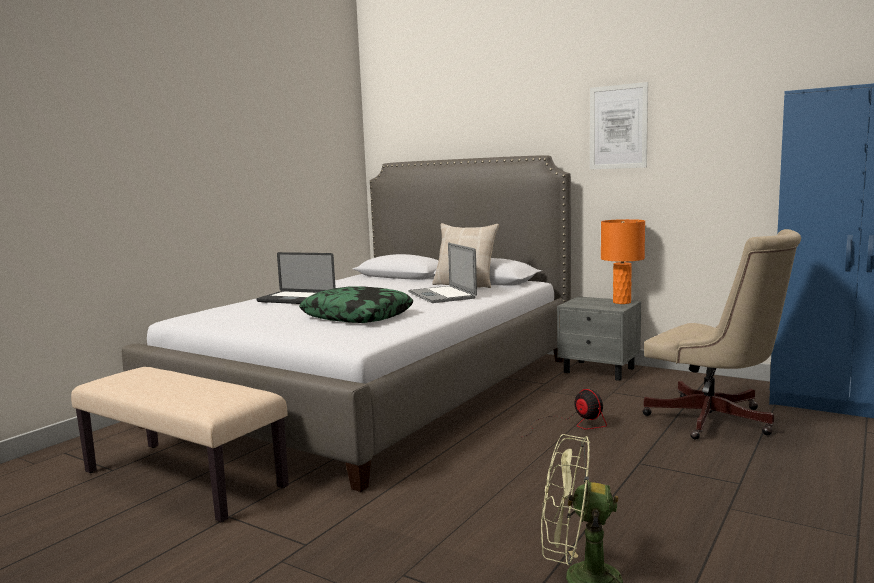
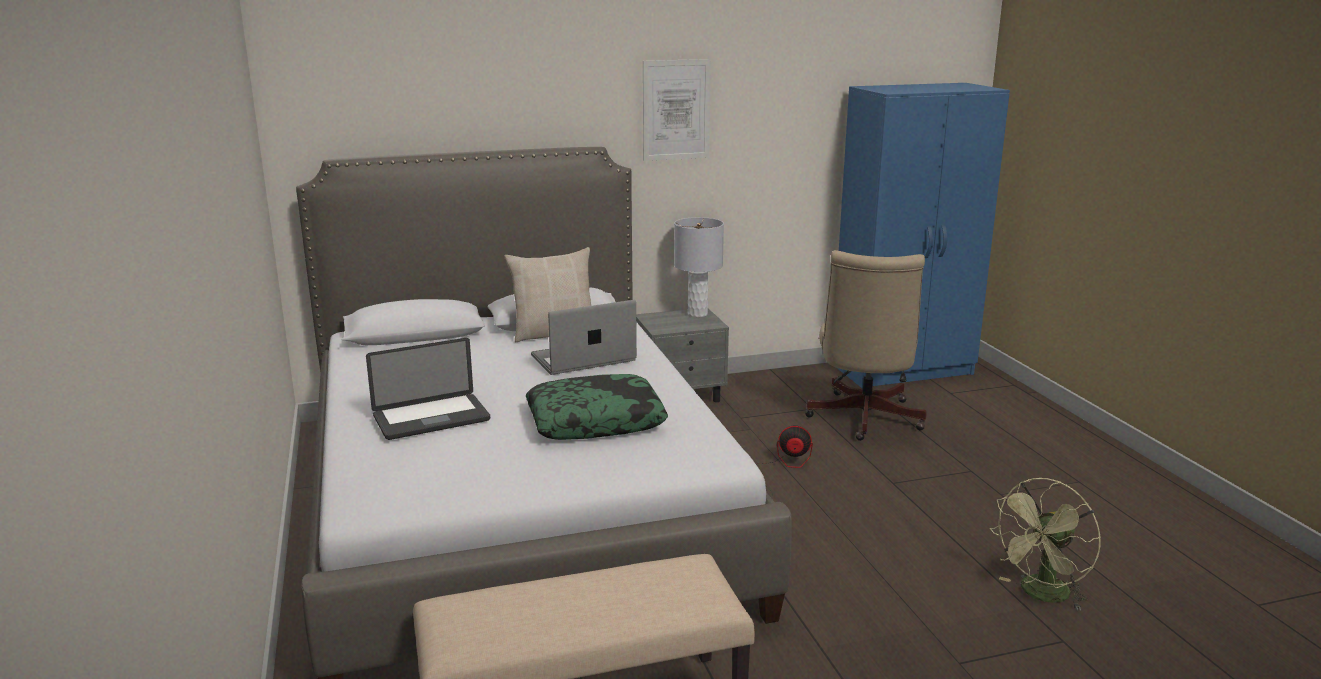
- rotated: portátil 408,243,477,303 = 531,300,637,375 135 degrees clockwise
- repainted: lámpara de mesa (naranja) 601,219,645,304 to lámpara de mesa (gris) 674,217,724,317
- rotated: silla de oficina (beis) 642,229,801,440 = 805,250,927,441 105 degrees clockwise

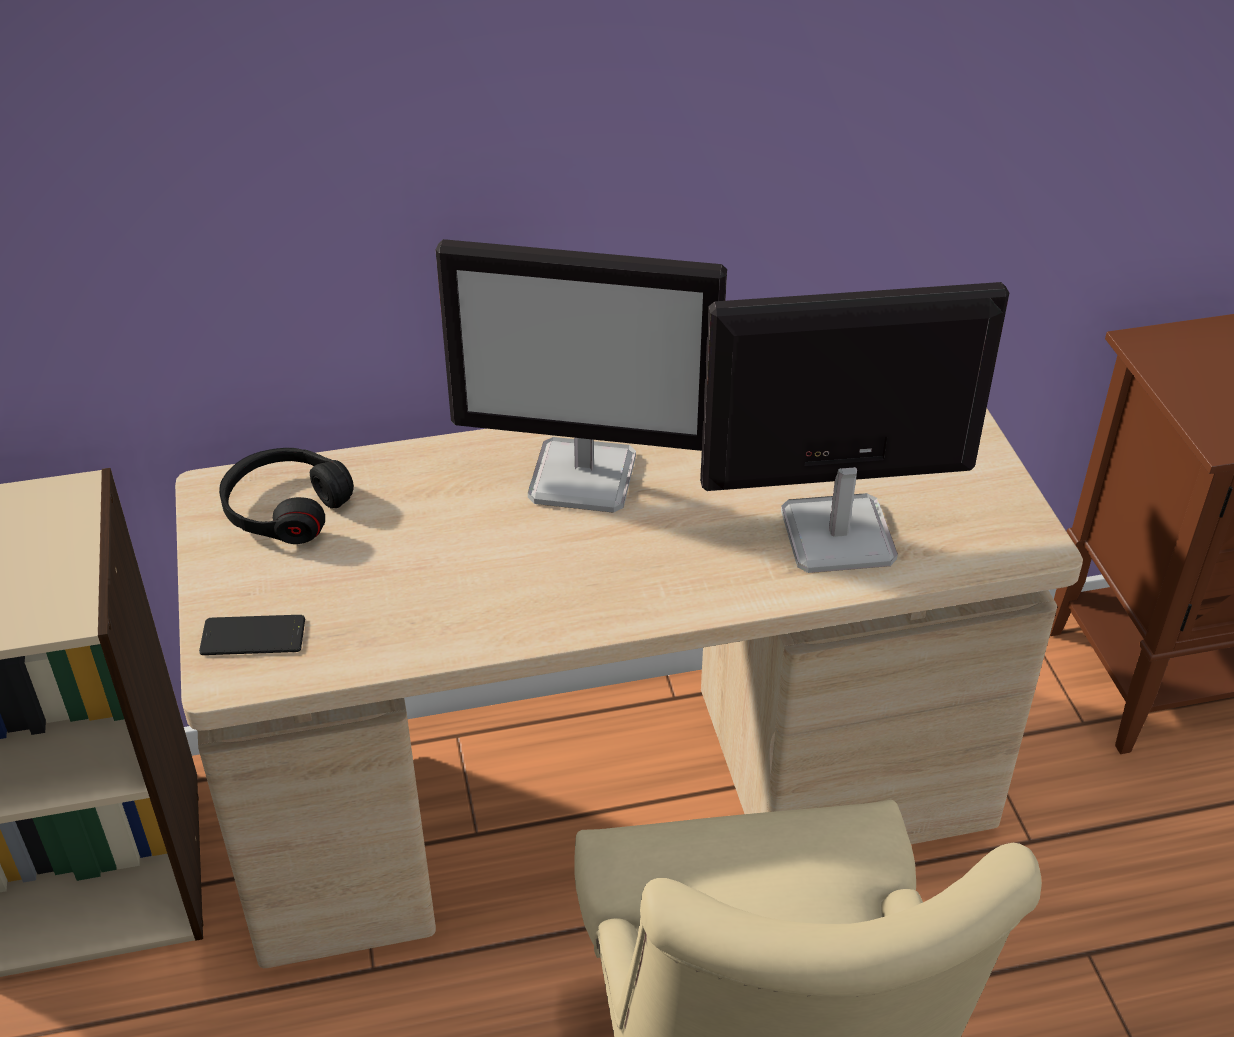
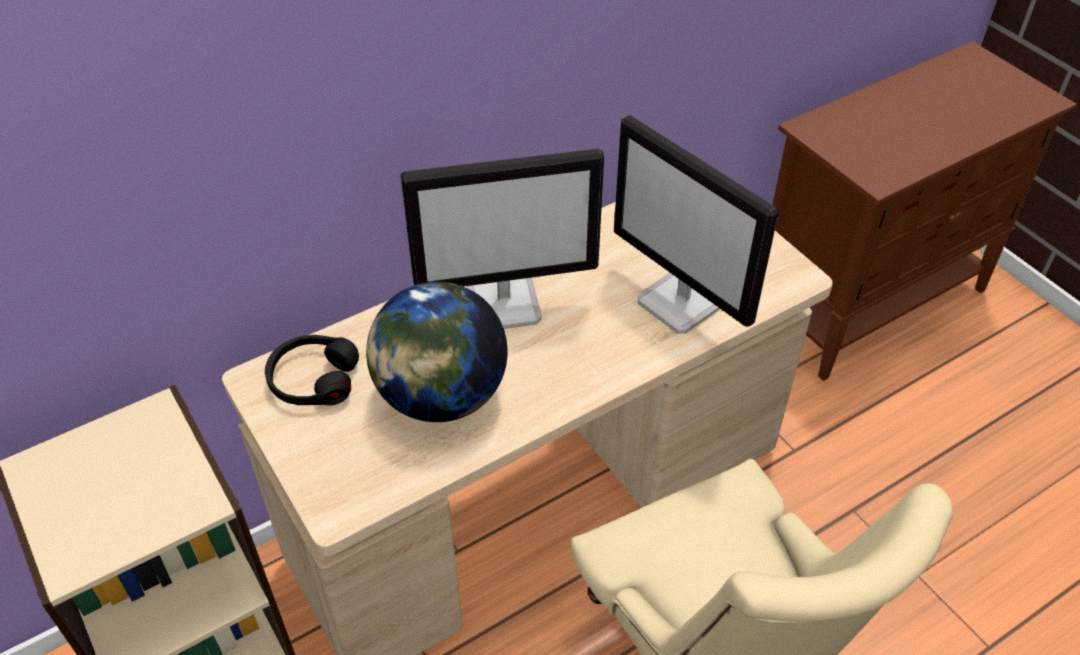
- new: globo terráqueo 366,282,508,422
- rotated: monitor 700,282,1009,573 = 614,115,779,334 105 degrees counterclockwise
- gone: móvil 199,615,305,655

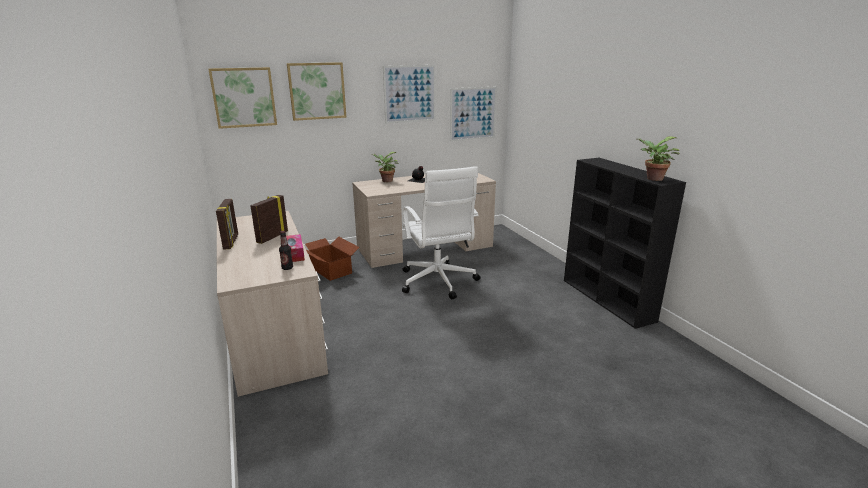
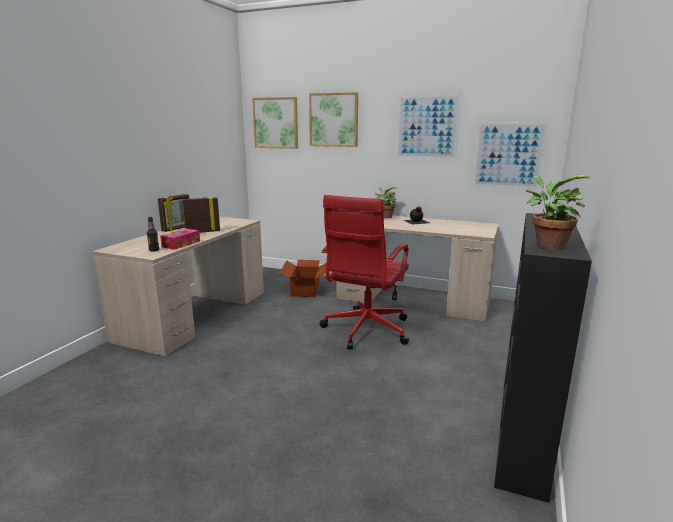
- repainted: silla de oficina (blanco) 402,166,480,299 to silla de oficina (rojo) 320,195,409,349

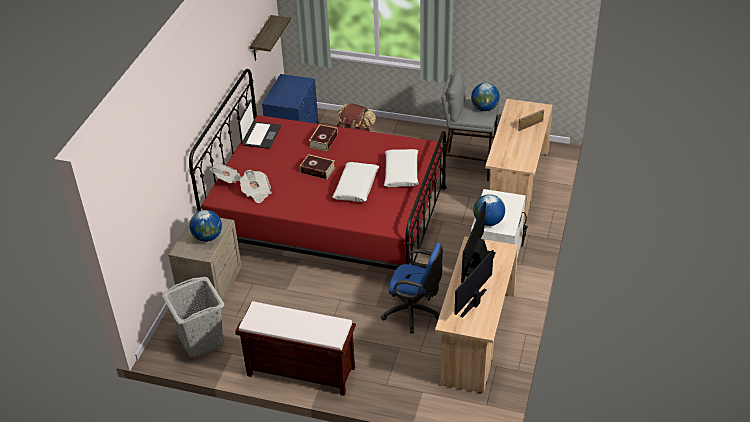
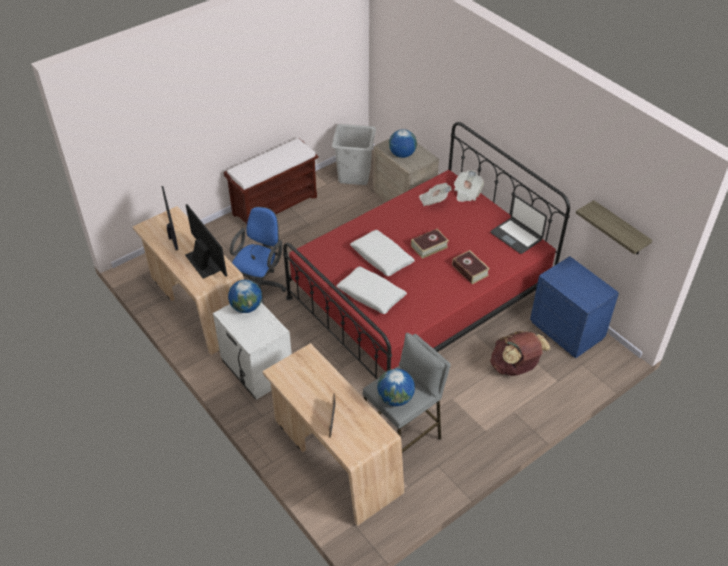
- rotated: silla de oficina (azul) 381,243,443,334 = 230,207,287,304 150 degrees clockwise

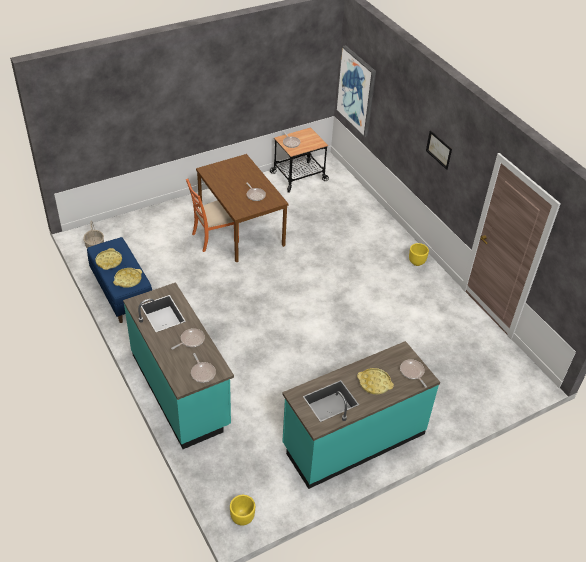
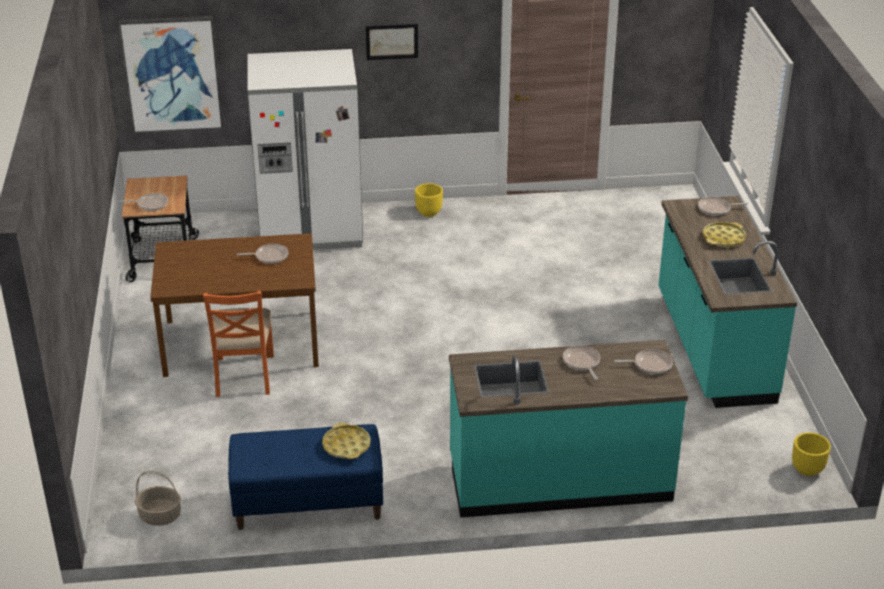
- new: nevera (blanco) 248,49,363,250
- gone: bandeja (amarillo) 95,248,122,270

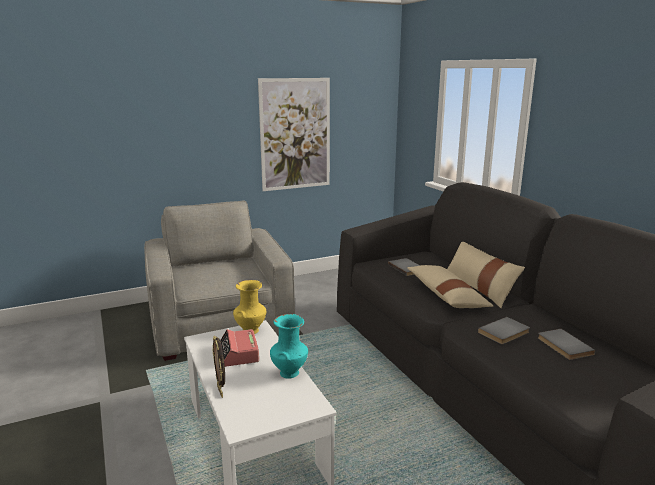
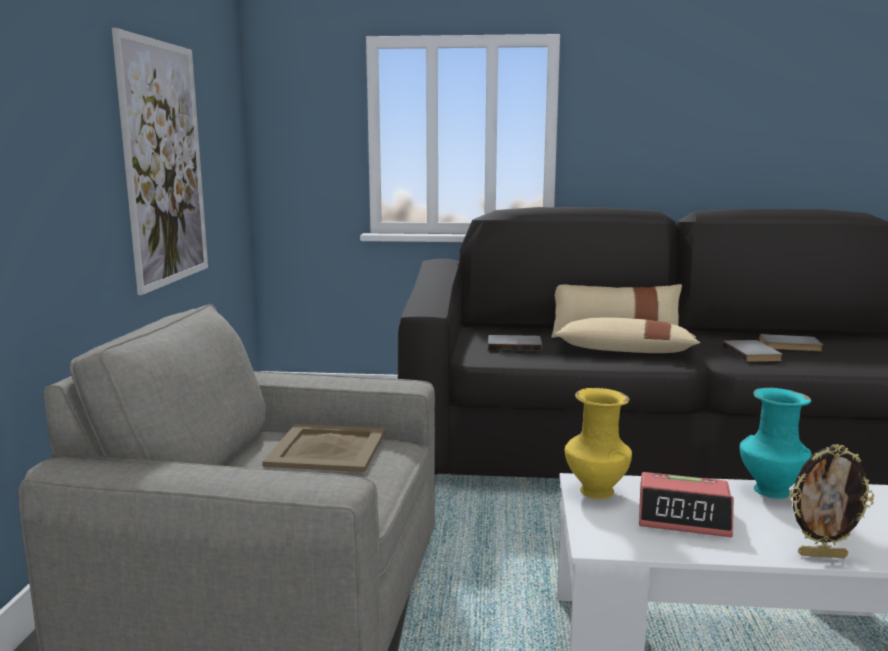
- new: bandeja (beis) 262,424,386,472

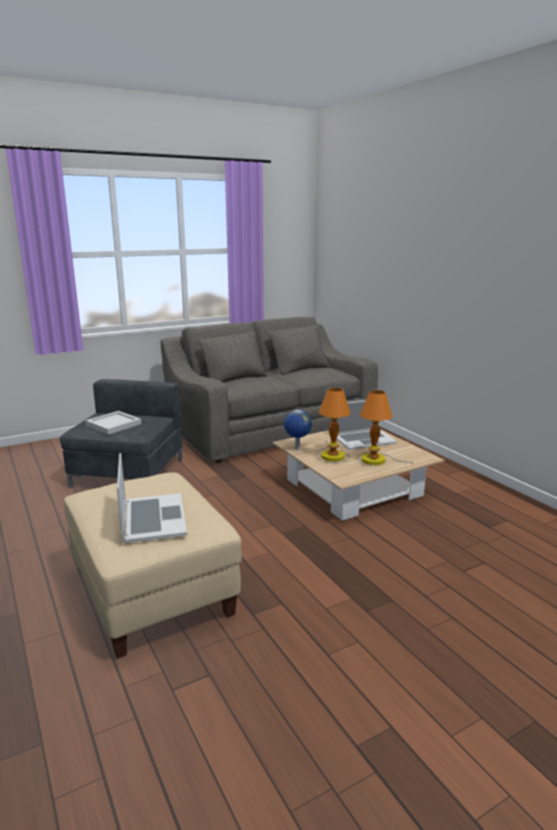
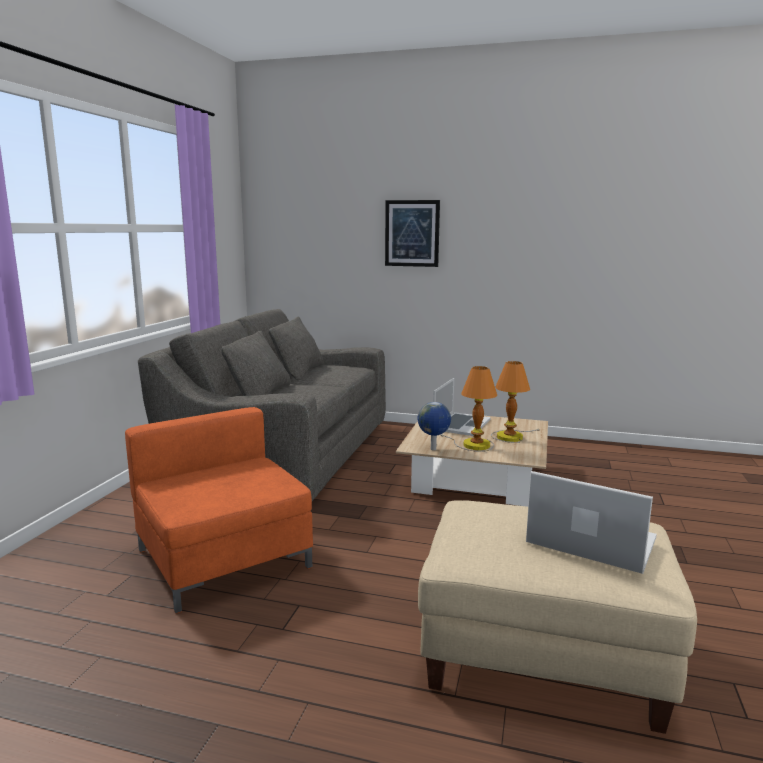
- repainted: sillón (gris) 60,379,182,488 to sillón (naranja) 125,407,313,614
- new: cuadro 385,200,440,267
- gone: bandeja (blanco) 85,411,141,435

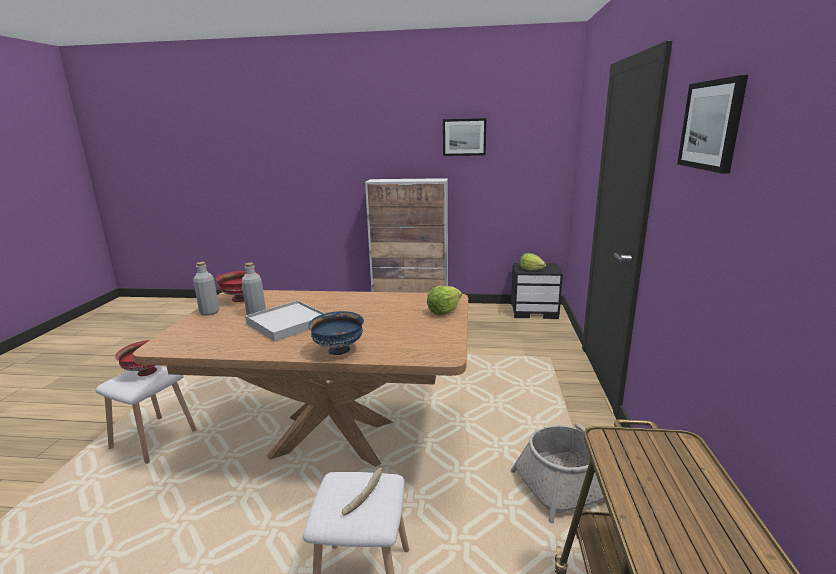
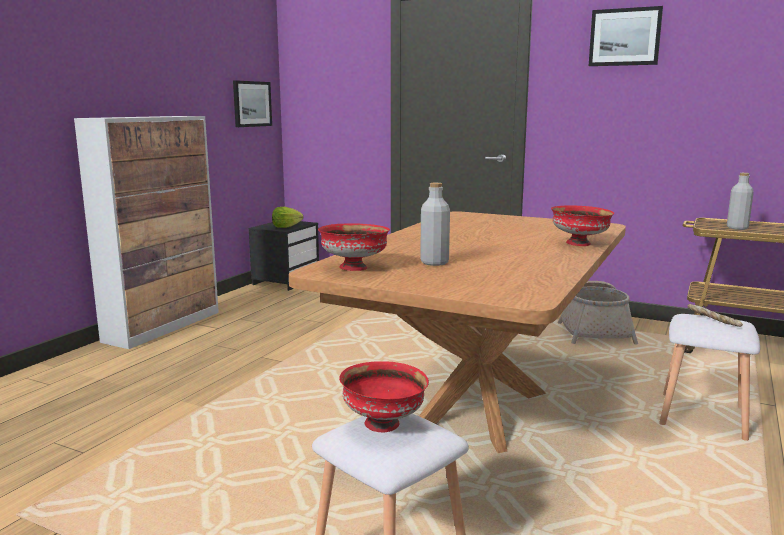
- shifted: cuadro 443,118,487,156 to 233,80,272,127
- repainted: cuenco (azul) 308,311,364,355 to cuenco (rojo) 551,206,614,246
- shifted: botella (gris) 193,262,219,316 to 727,173,754,230
- gone: bandeja (blanco) 245,300,325,342
- gone: lechuga 427,286,462,315

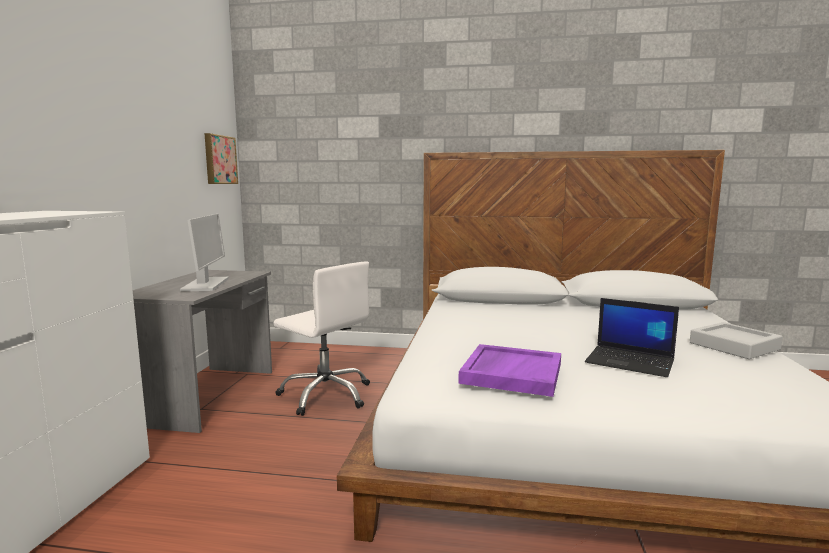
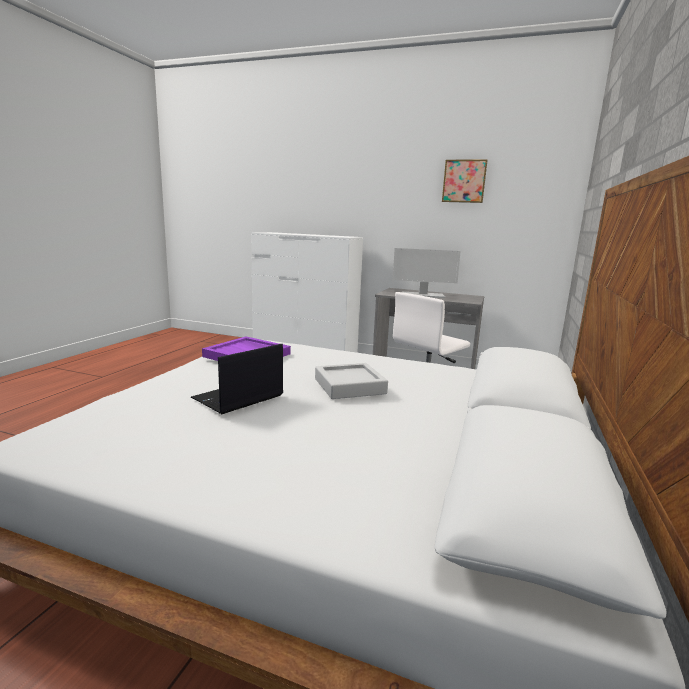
- shifted: bandeja (gris) 690,322,783,359 to 315,363,388,399
- shifted: cuadro 204,133,238,184 to 442,159,488,203

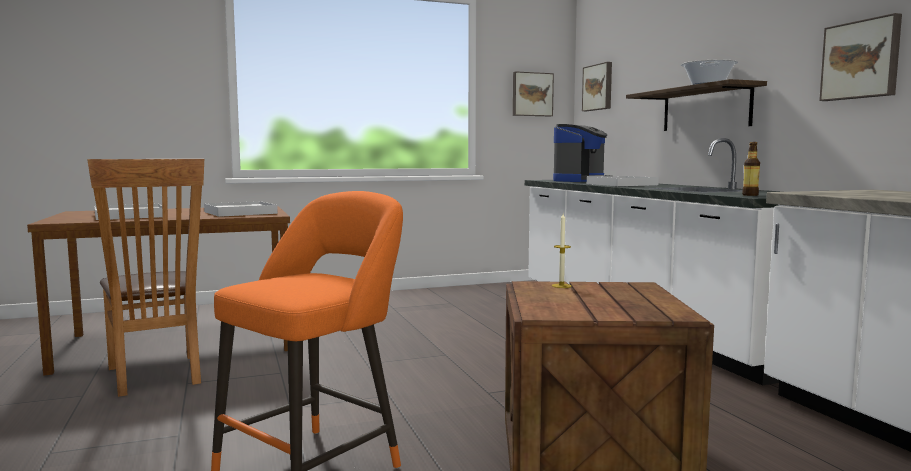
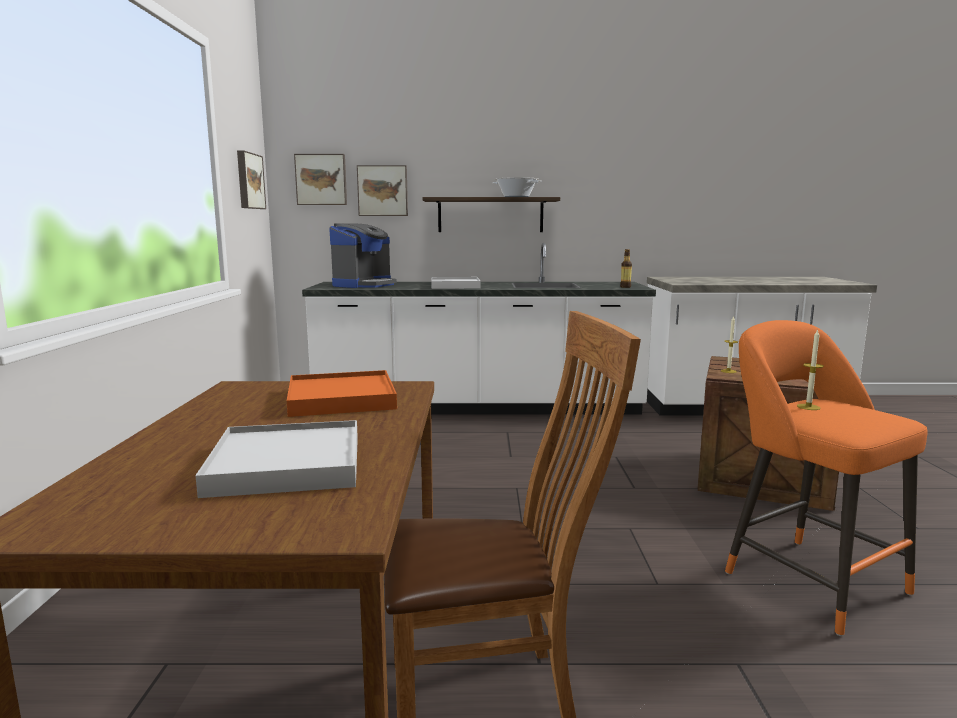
- repainted: bandeja (blanco) 204,201,278,217 to bandeja (naranja) 287,370,397,417
- rotated: cafetera 553,124,612,182 = 329,224,396,288 60 degrees clockwise
- shifted: cuadro 819,13,902,101 to 357,165,408,216
- new: vela 797,329,824,410

